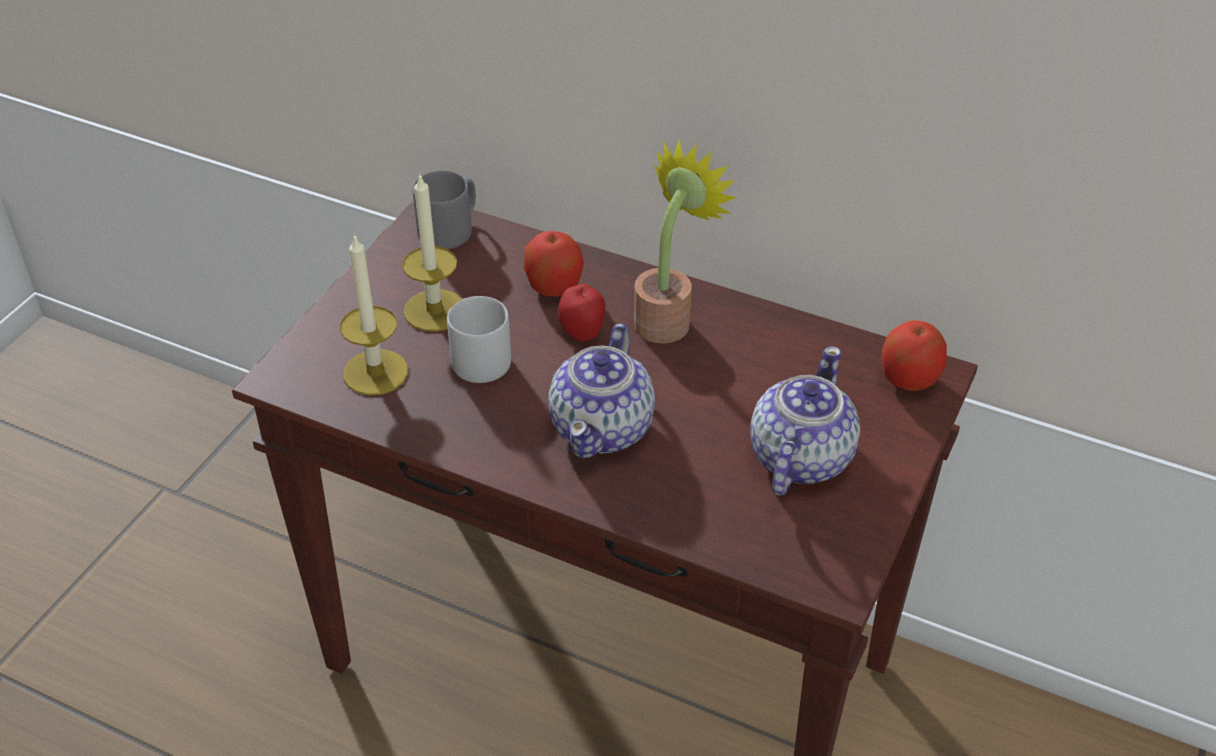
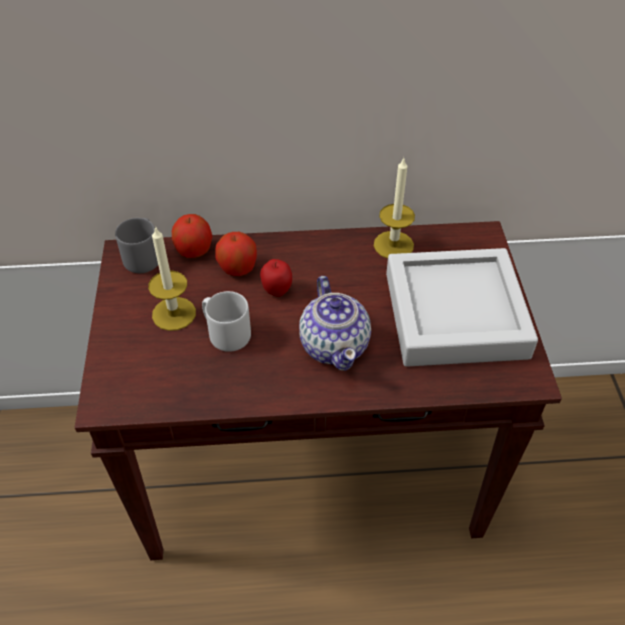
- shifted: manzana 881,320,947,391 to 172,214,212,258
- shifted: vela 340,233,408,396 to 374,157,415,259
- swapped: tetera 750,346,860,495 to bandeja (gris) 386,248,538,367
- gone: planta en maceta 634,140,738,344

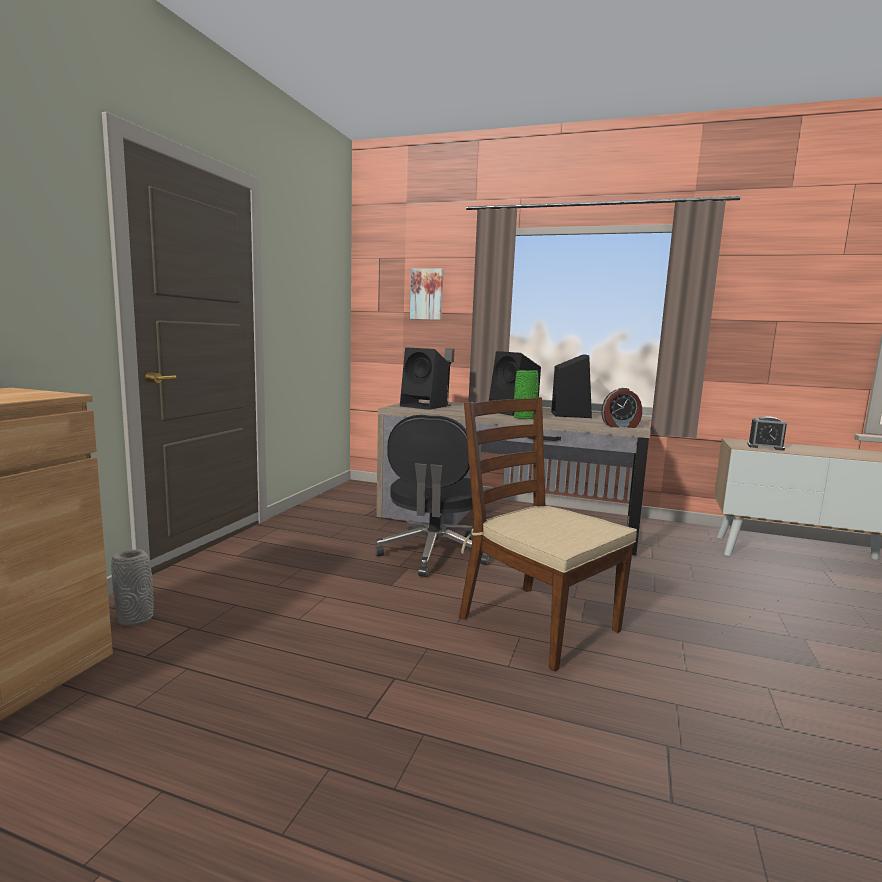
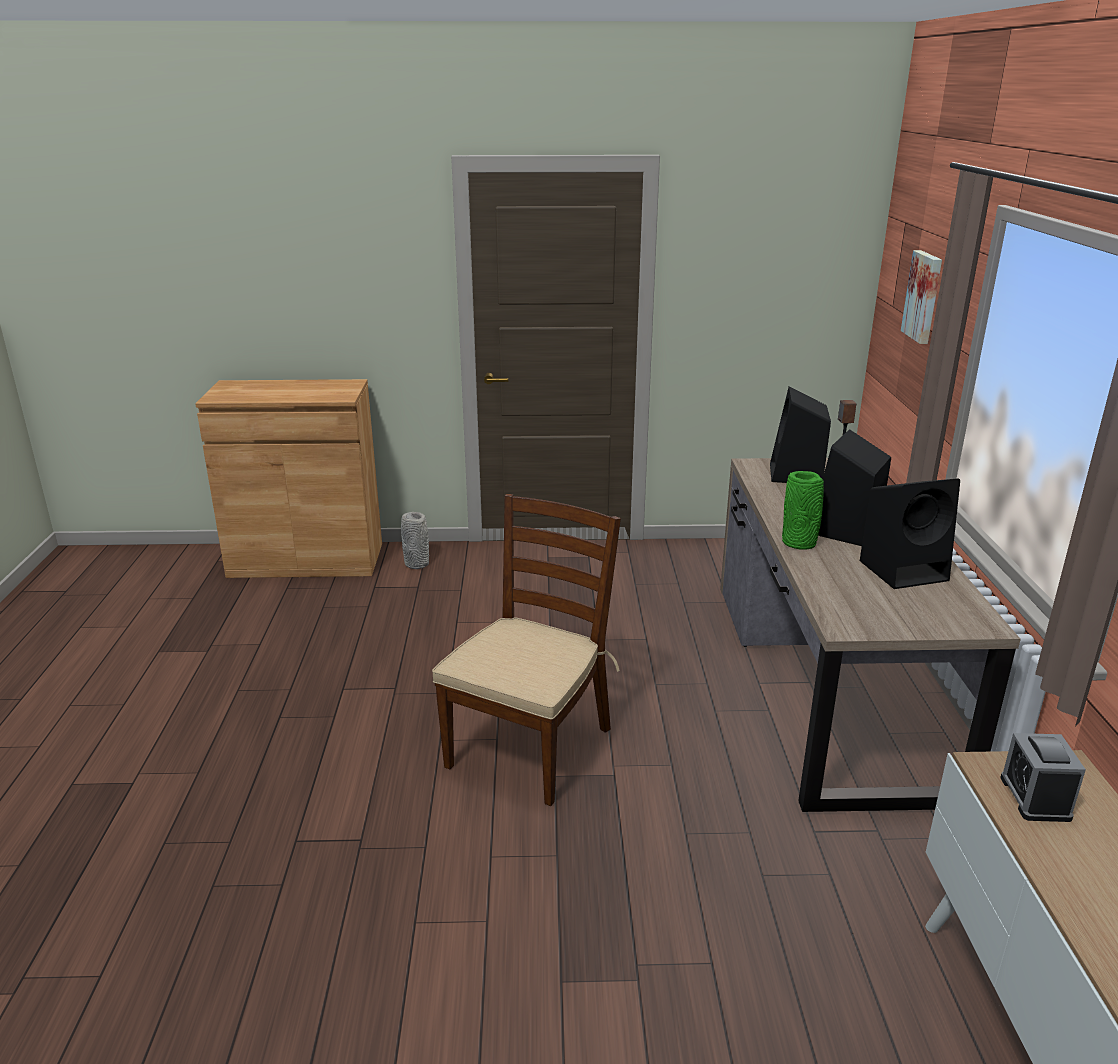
- gone: silla de oficina (negro) 375,415,490,577
- gone: despertador 601,388,642,428

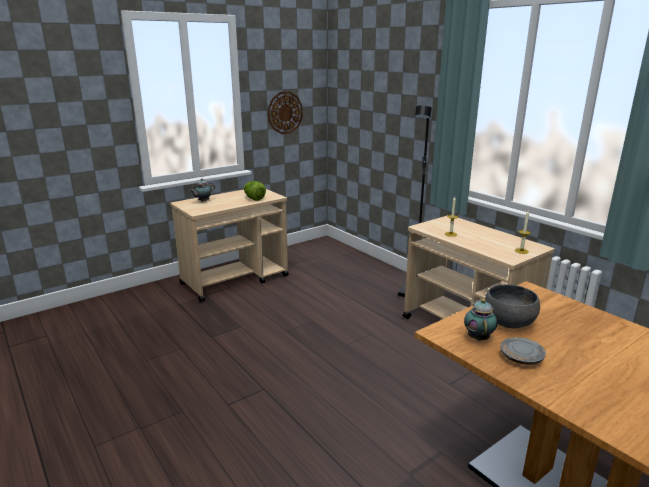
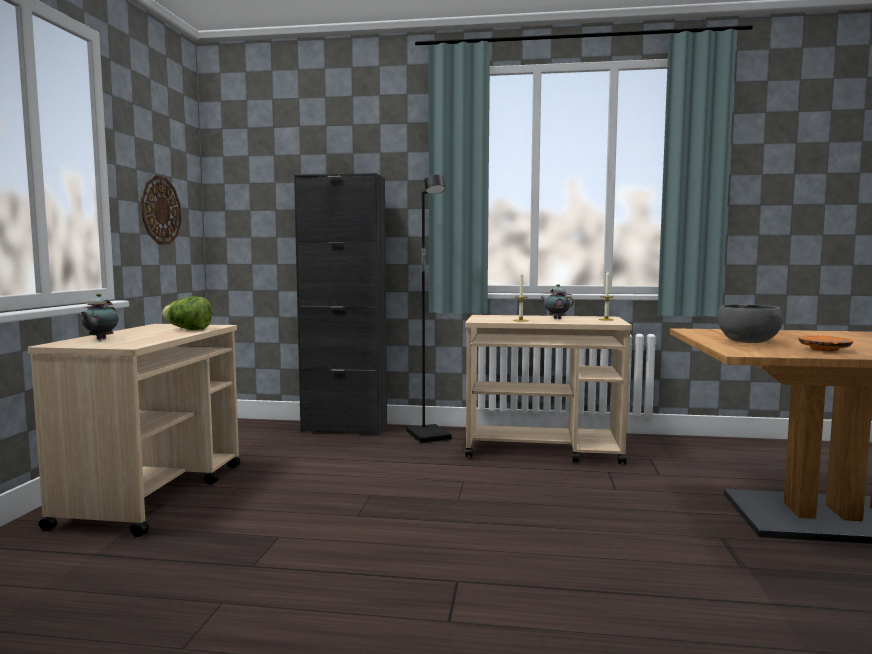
- new: armario (negro) 294,173,387,436
- shifted: tetera 464,299,497,341 to 541,284,574,319
- repainted: plato (gris) 500,337,546,365 to plato (naranja) 798,335,853,352

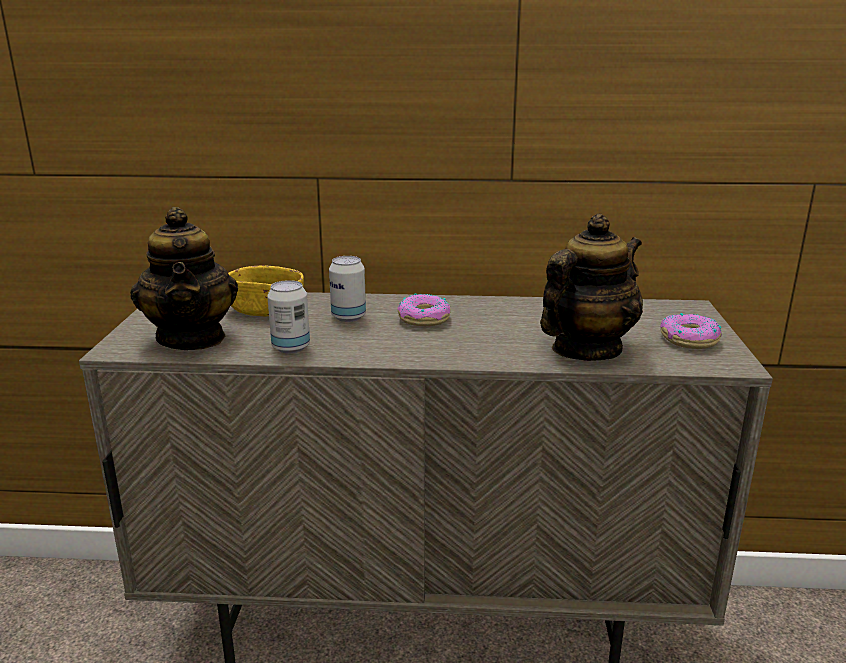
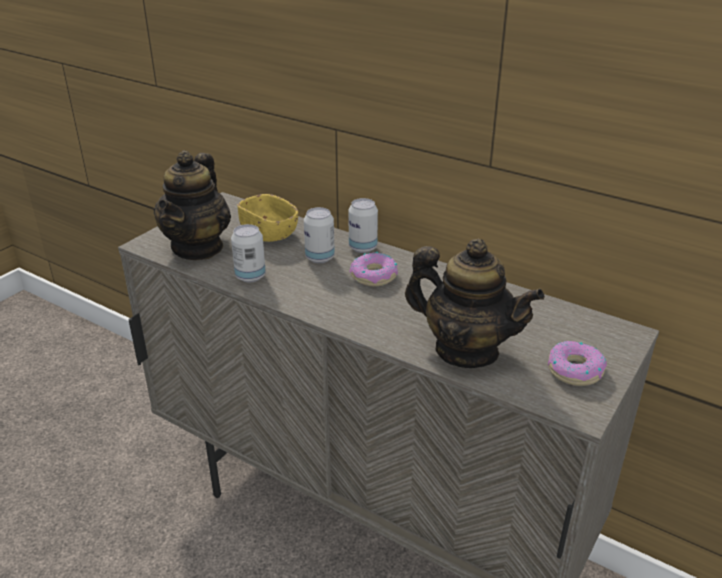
- new: lata 348,198,378,253
- rotated: tetera 540,214,643,361 = 405,239,545,368 45 degrees clockwise

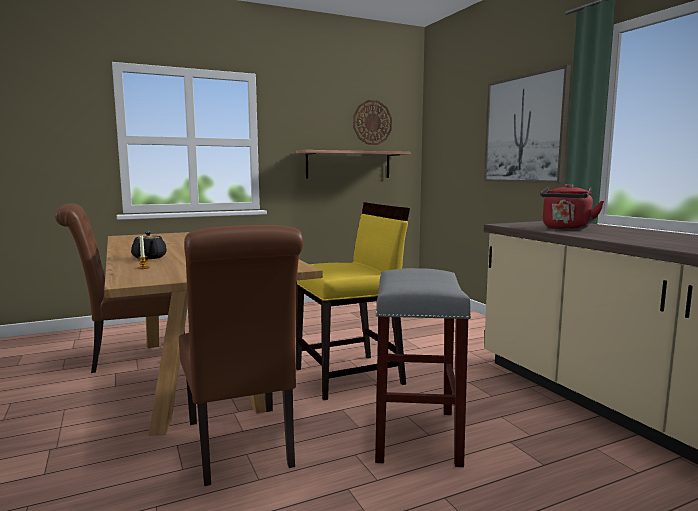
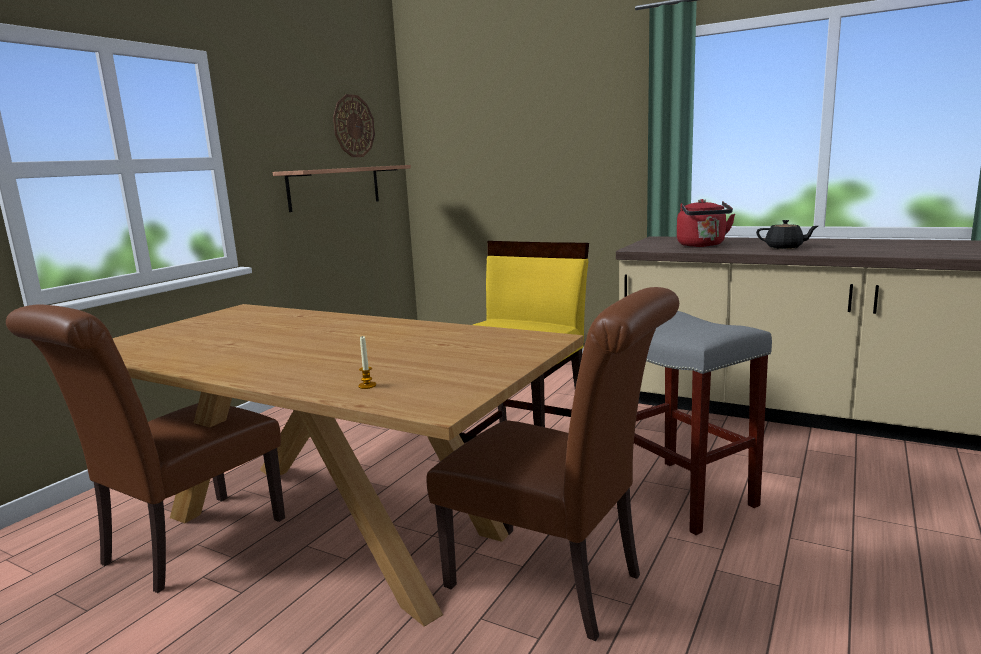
- shifted: tetera (negro) 131,232,167,259 to 756,220,818,249
- gone: cuadro 484,65,571,183

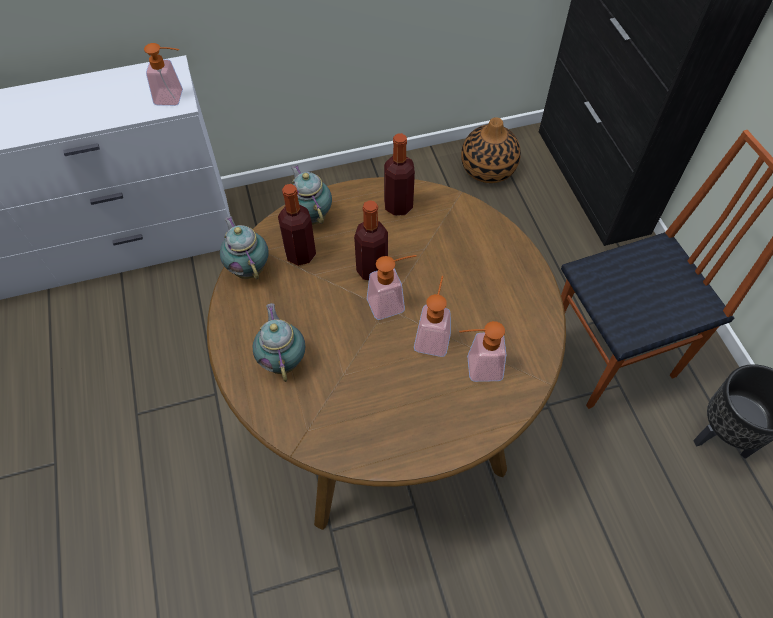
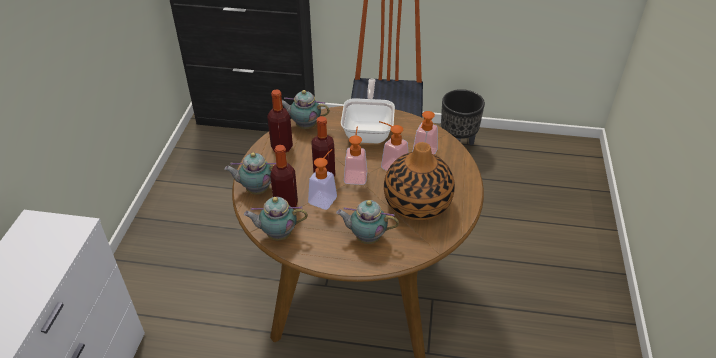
- new: tetera 282,90,330,129
- shifted: dispensador de jabón 144,43,183,106 to 308,149,337,210
- new: sartén 341,79,395,144
- shifted: florero 461,117,521,183 to 384,142,455,220

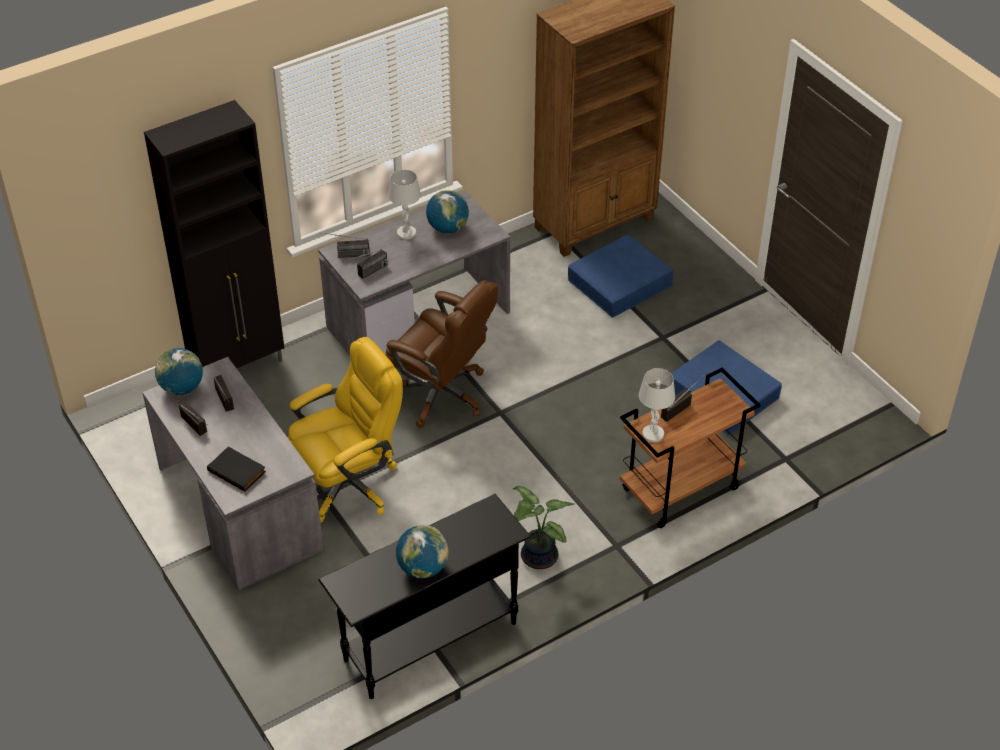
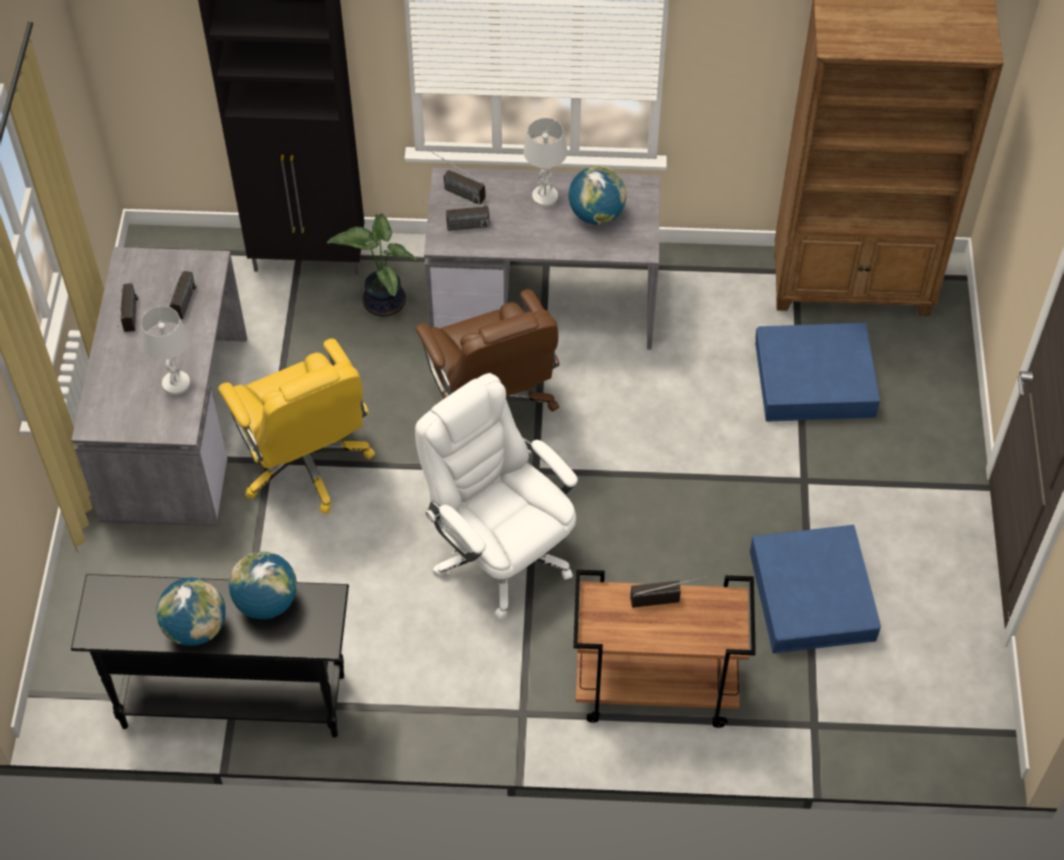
- shifted: lámpara de mesa (blanco) 639,368,675,442 to 141,306,190,395
- rotated: silla de oficina (amarillo) 288,337,403,523 = 218,339,375,514 60 degrees clockwise
- shifted: globo terráqueo 155,348,203,395 to 229,552,297,619
- shifted: planta en maceta 513,486,575,569 to 327,213,417,317
- new: silla de oficina (blanco) 415,373,578,619
- gone: libro (negro) 207,446,266,492

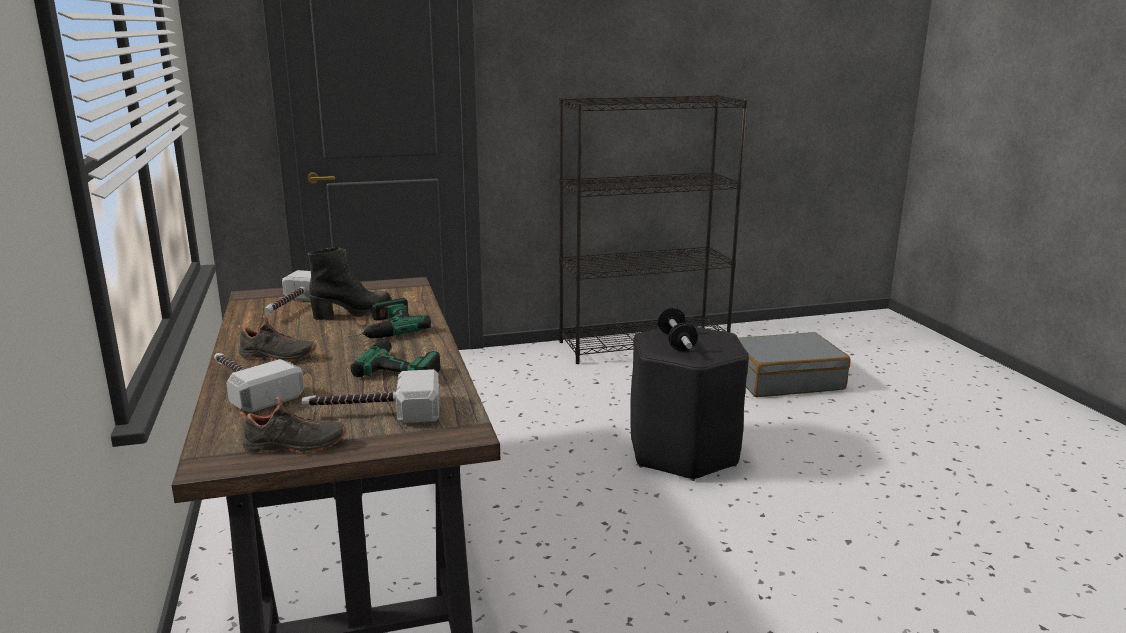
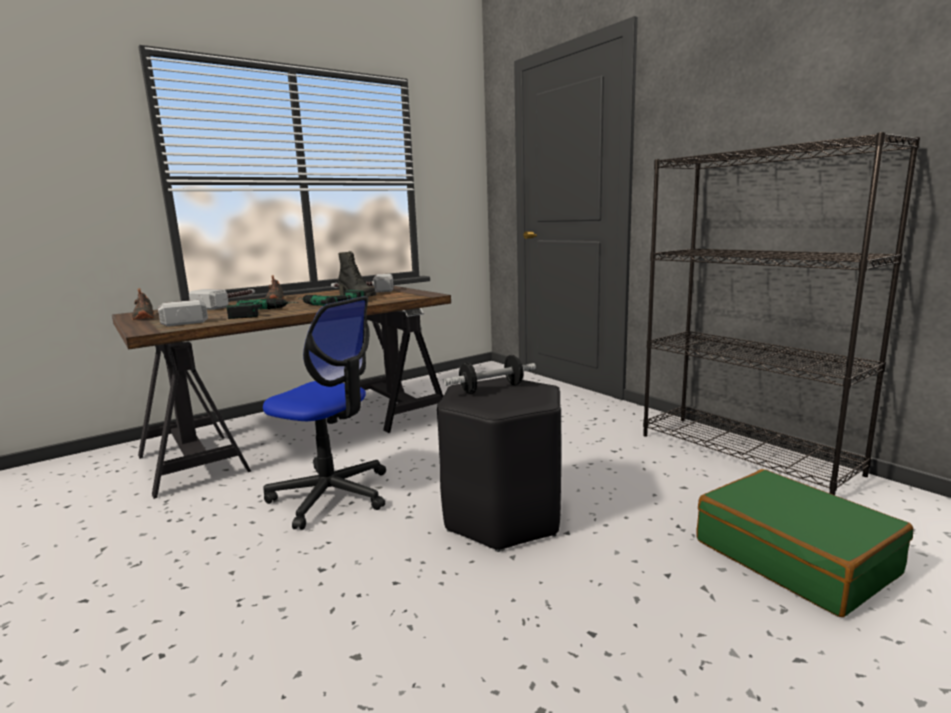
- new: silla de oficina 263,296,386,530
- repainted: maleta (gris) 738,332,850,397 to maleta (verde) 697,469,913,617

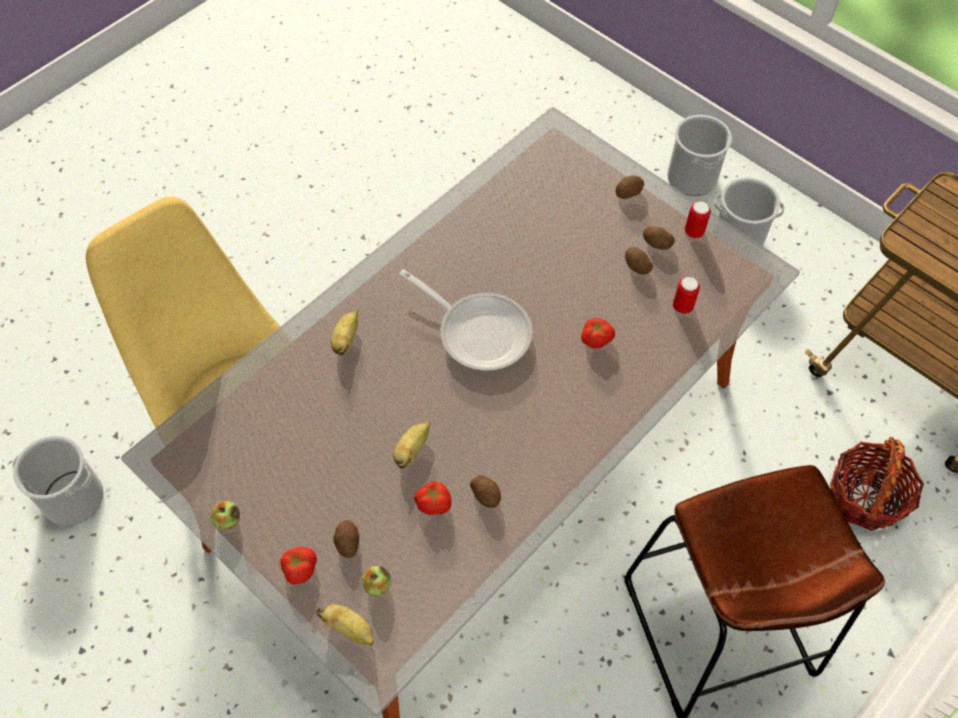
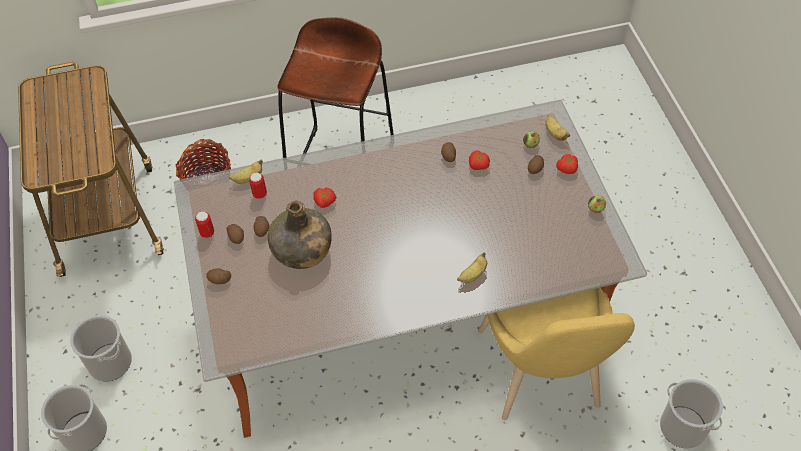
- shifted: plátano 393,421,431,469 to 229,160,263,184
- new: botella (verde) 268,200,332,269
- gone: sartén 399,269,533,371

